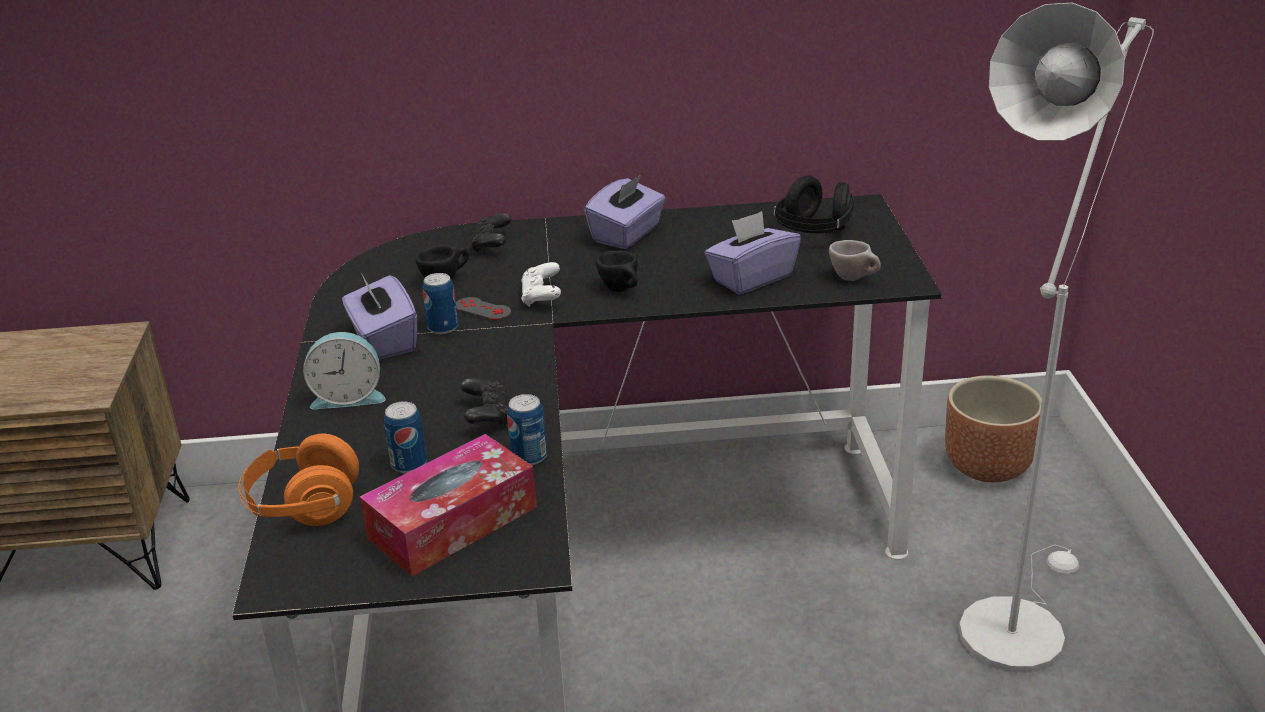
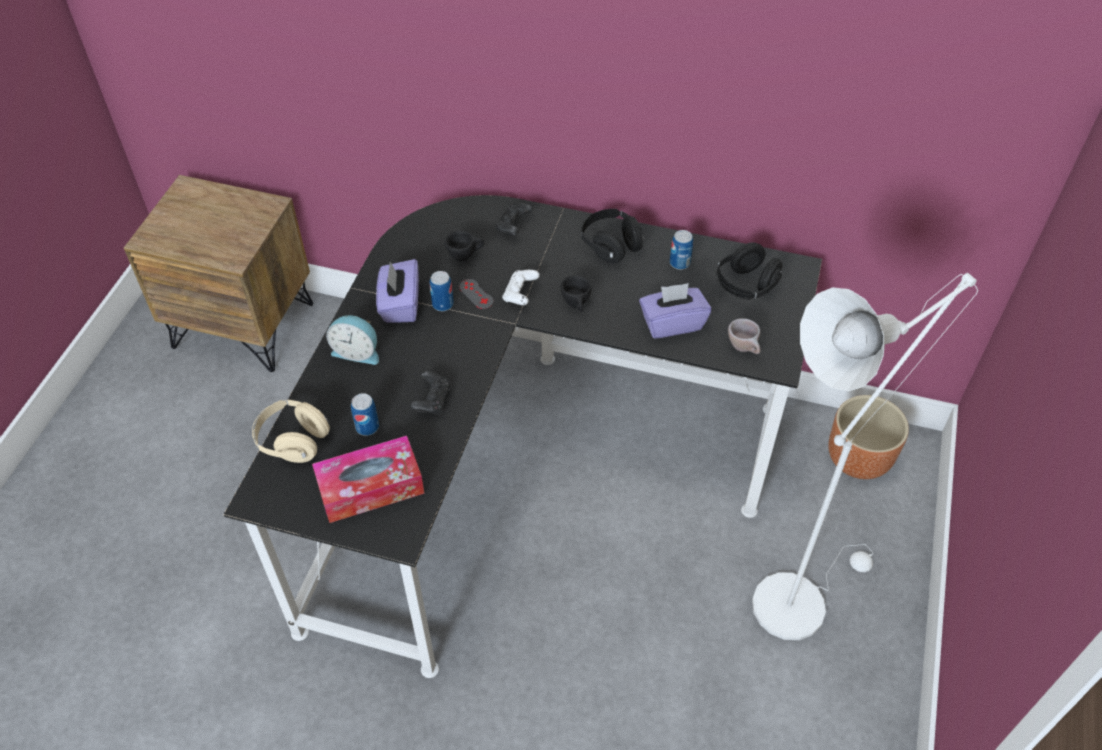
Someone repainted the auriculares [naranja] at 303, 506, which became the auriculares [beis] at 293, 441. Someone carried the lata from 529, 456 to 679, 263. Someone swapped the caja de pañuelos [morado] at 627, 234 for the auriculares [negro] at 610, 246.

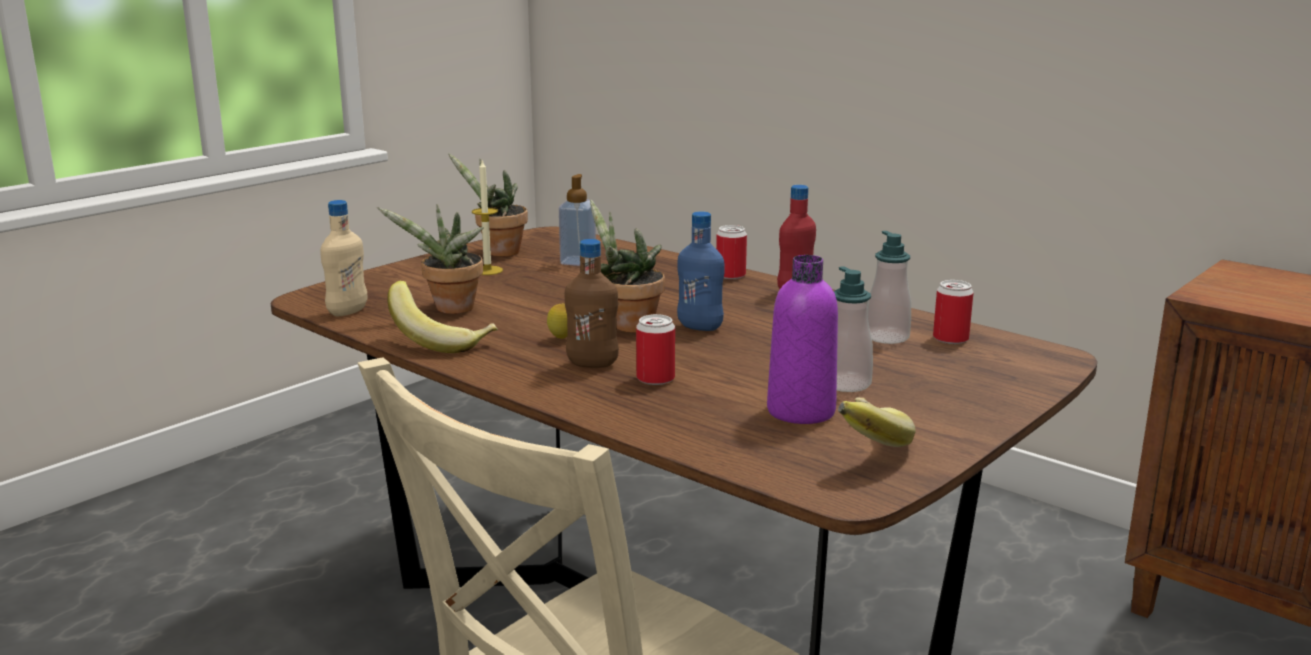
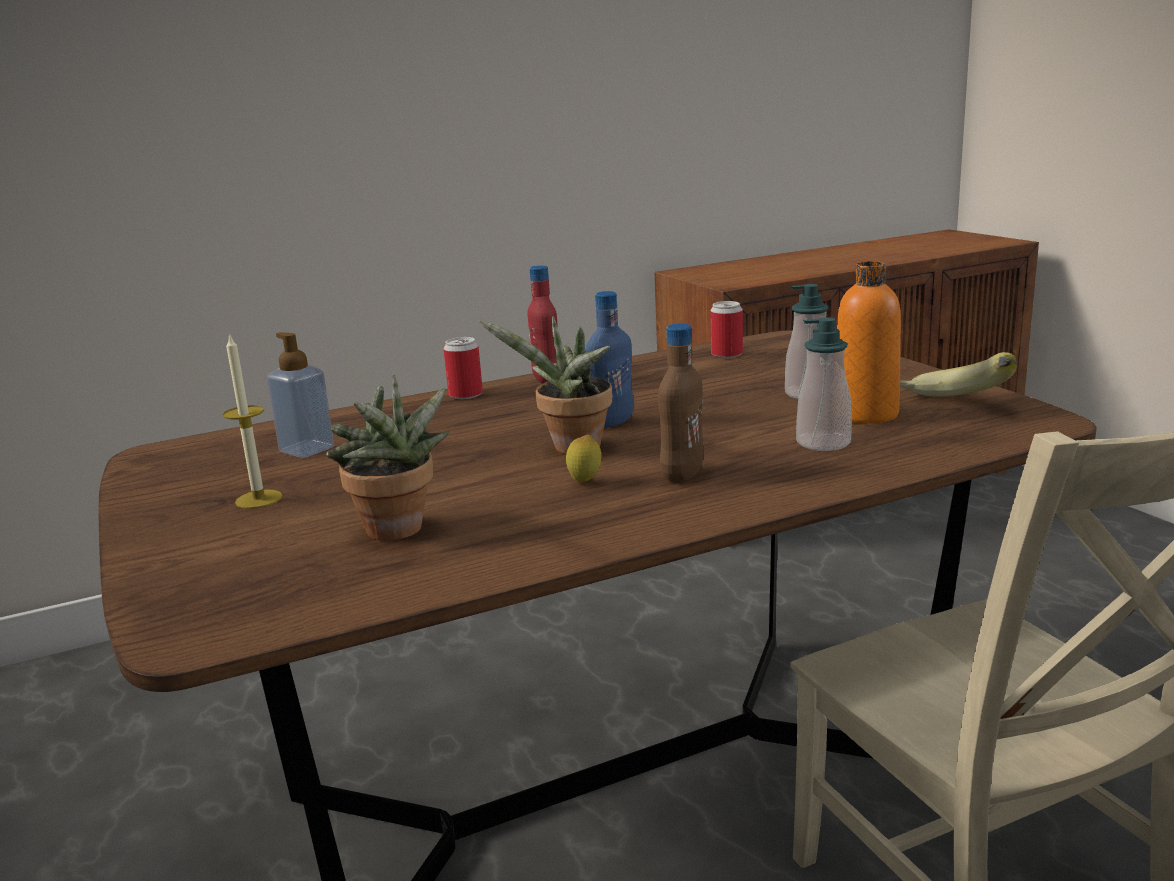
Someone took away the botella [beis] at 347, 311. Someone took away the plátano at 443, 342. Someone took away the planta en maceta at 497, 252. Someone took away the lata at 655, 379. Someone repainted the botella [morado] at 801, 411, which became the botella [naranja] at 865, 414. Someone carried the dispensador de jabón from 886, 337 to 823, 443.

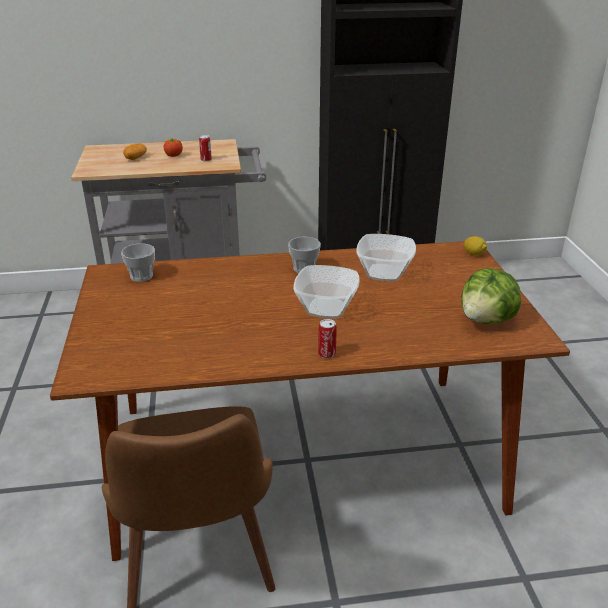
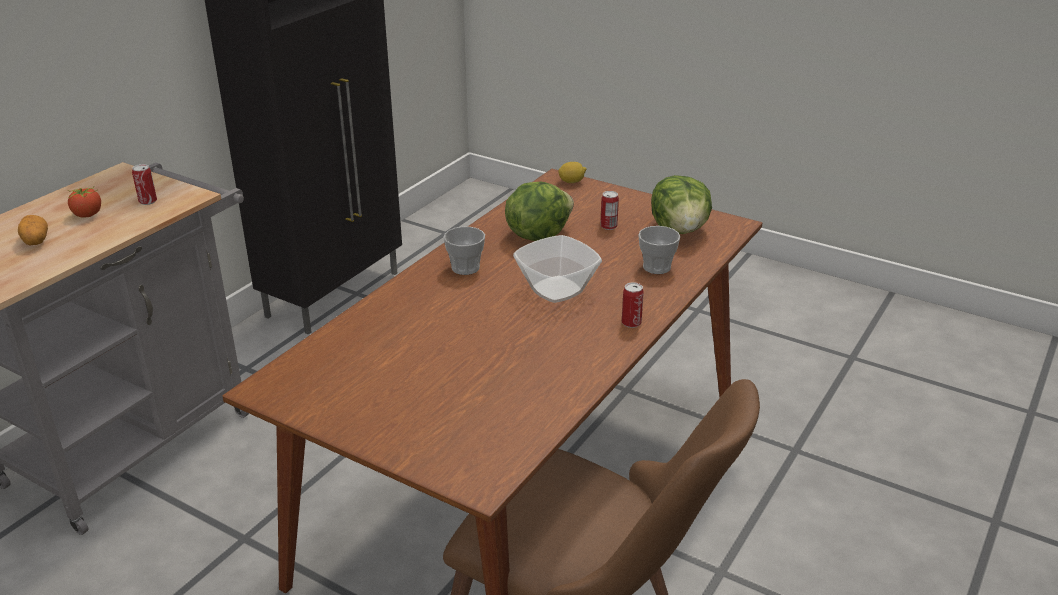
Someone carried the taza from 141, 276 to 656, 267. Someone swapped the cuenco at 383, 273 for the lechuga at 537, 234. Someone put down the lata at 608, 226.

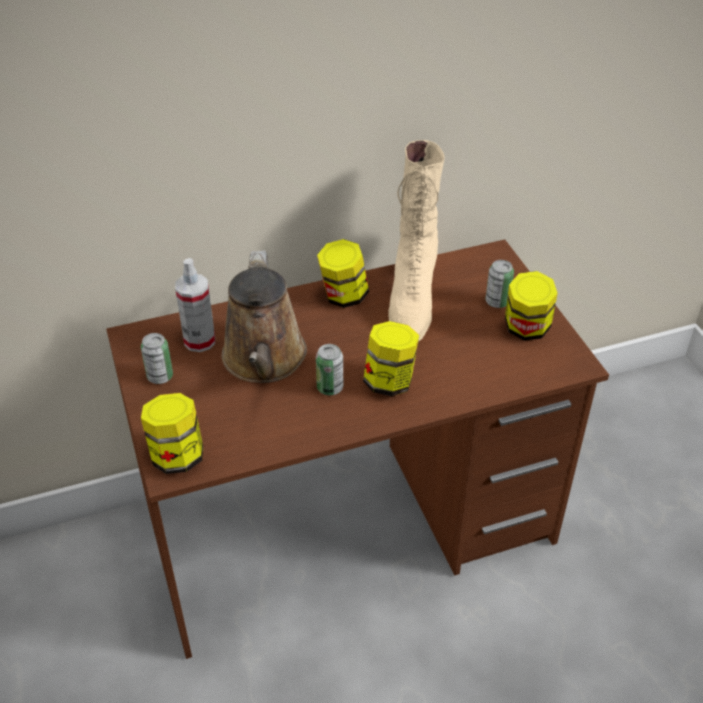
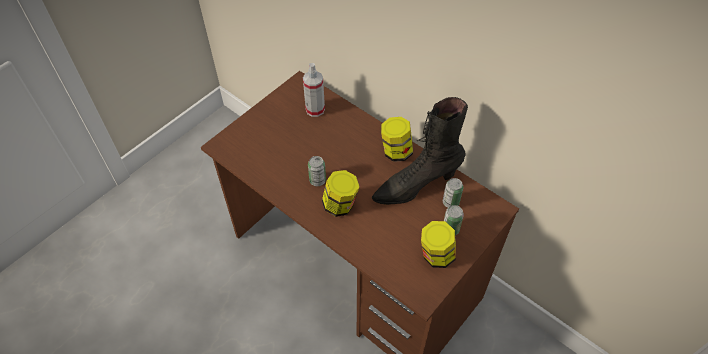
Someone carried the lata from 160, 376 to 450, 202. Someone took away the tarro at 177, 456. Someone took away the regadera [marrón] at 264, 360. Someone repainted the bota [beis] at 411, 302, which became the bota [negro] at 416, 186.

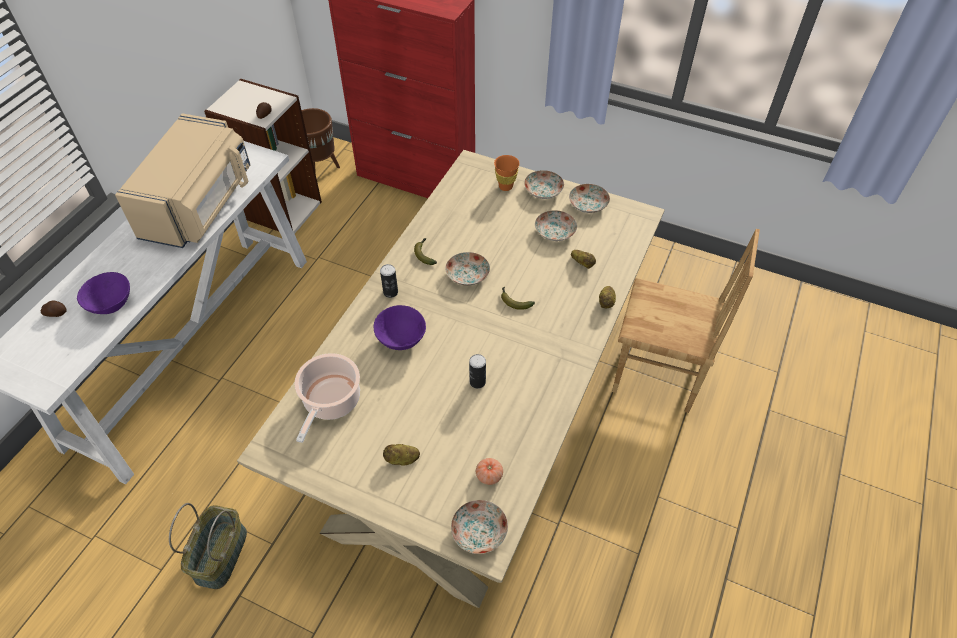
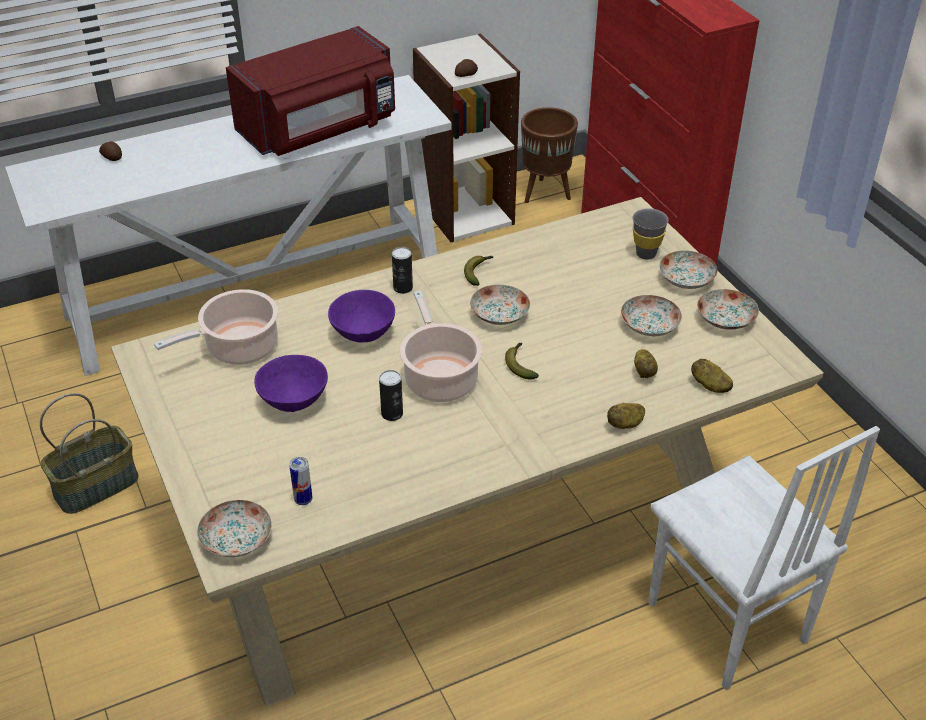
Someone carried the cuenco [morado] from 111, 305 to 293, 401. Someone repainted the microondas [beis] at 200, 206, which became the microondas [rojo] at 320, 129. Someone carried the patata from 402, 459 to 709, 385. Someone swapped the tomate at 489, 476 for the lata at 303, 500. Someone repainted the taza [naranja] at 505, 186, which became the taza [gris] at 646, 254. Someone repainted the silla [marrón] at 656, 377, which became the silla [blanco] at 725, 624. Someone put down the olla at 439, 378.

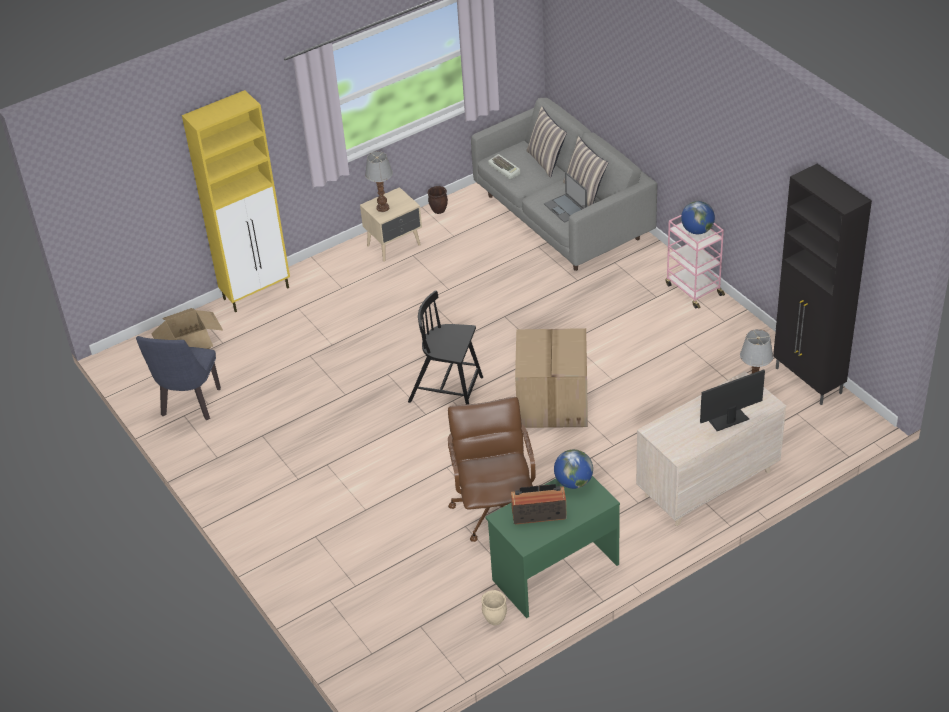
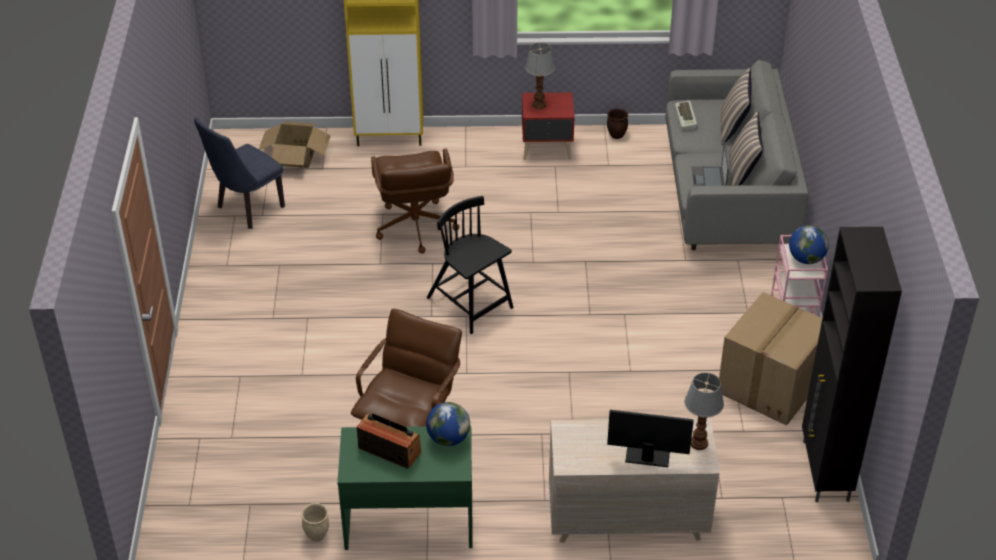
Someone repainted the mesita de noche [beis] at 395, 245, which became the mesita de noche [rojo] at 547, 150. Someone carried the caja de cartón from 553, 403 to 770, 386. Someone put down the silla de oficina [marrón] at 415, 227.

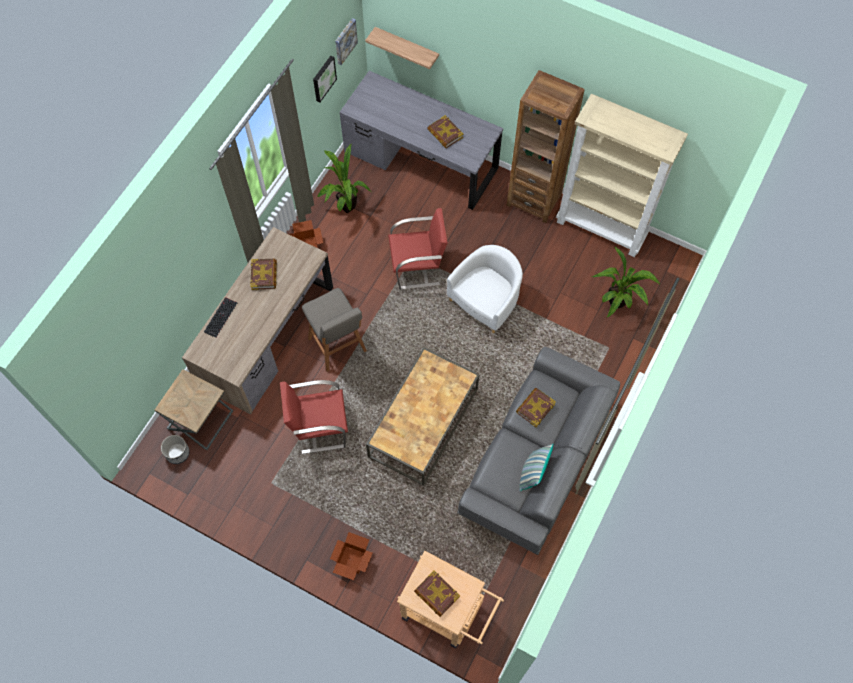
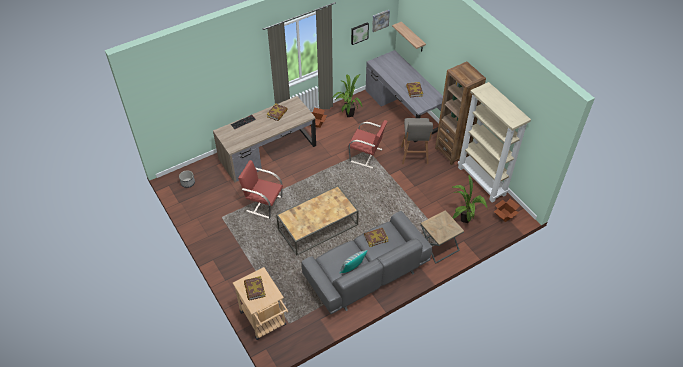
Someone carried the mesa auxiliar [marrón] from 200, 419 to 438, 246. Someone carried the taburete [gris] from 338, 346 to 414, 156. Someone carried the caja de cartón from 351, 560 to 504, 215. Someone took away the sillón [blanco] at 486, 301.

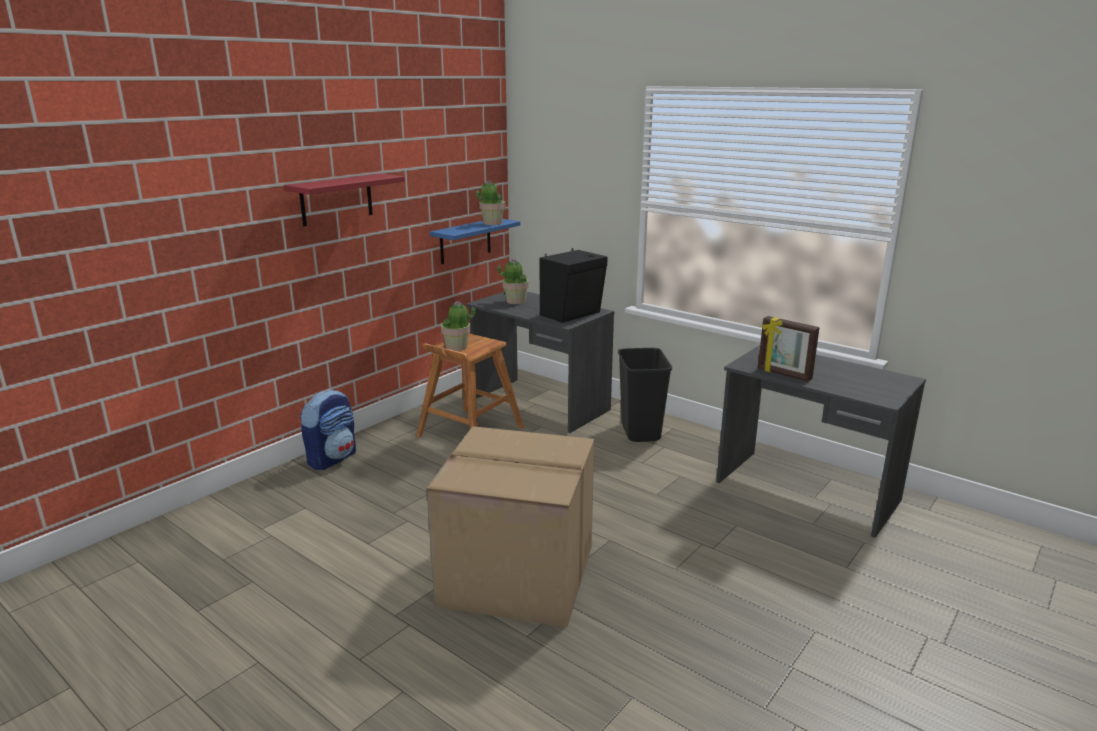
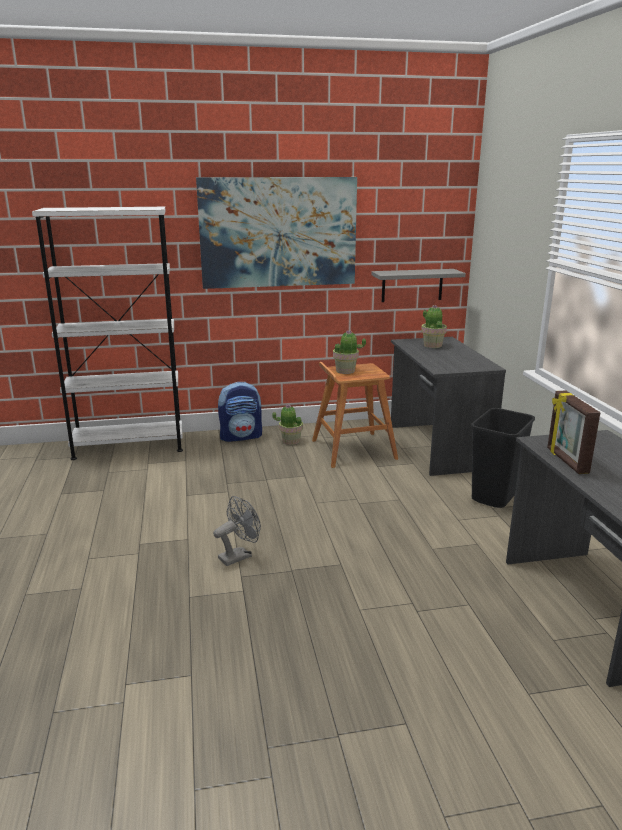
Someone swapped the estante [rojo] at 336, 199 for the cuadro at 278, 232. Someone swapped the caja de cartón at 515, 575 for the ventilador [gris] at 239, 556. Someone repainted the estante [azul] at 465, 241, which became the estante [gris] at 412, 285. Someone carried the planta en maceta from 492, 223 to 290, 441. Someone took away the altavoz [negro] at 573, 314. Someone put down the estantería [blanco] at 129, 446.

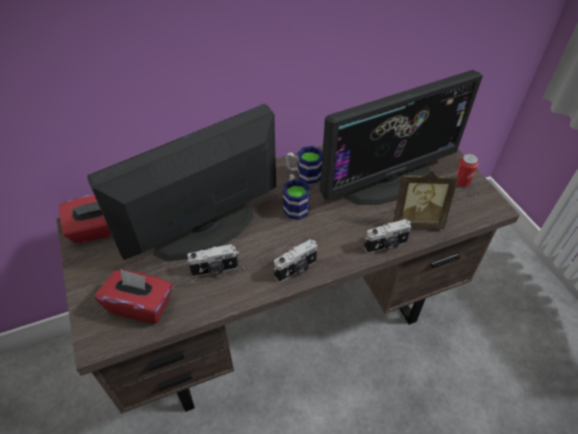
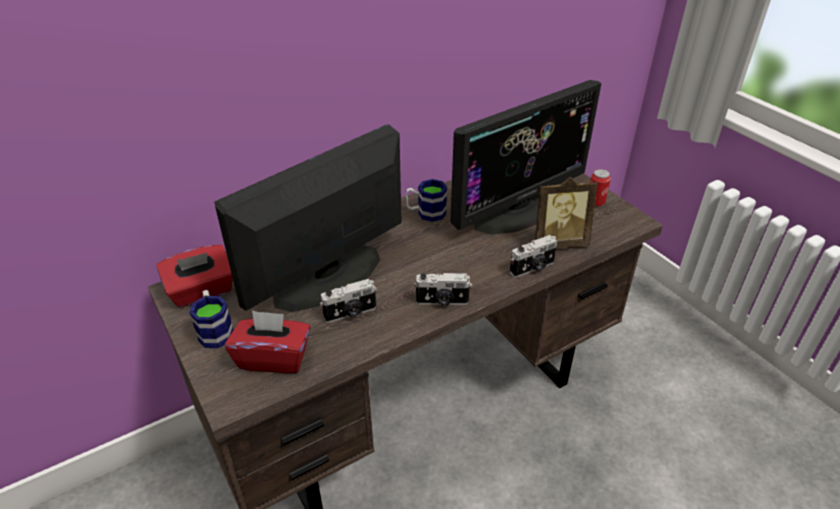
Someone rotated the cámara at 296, 269 by 45 degrees clockwise. Someone carried the taza grande from 295, 205 to 215, 330.

